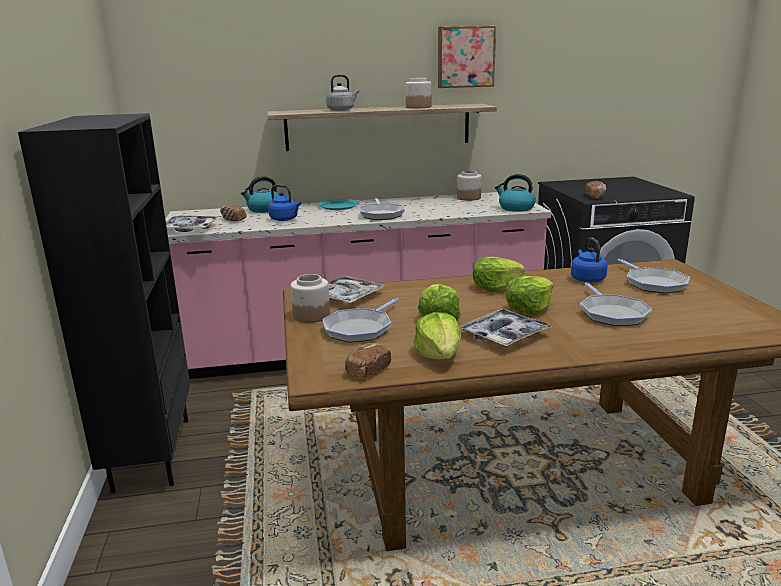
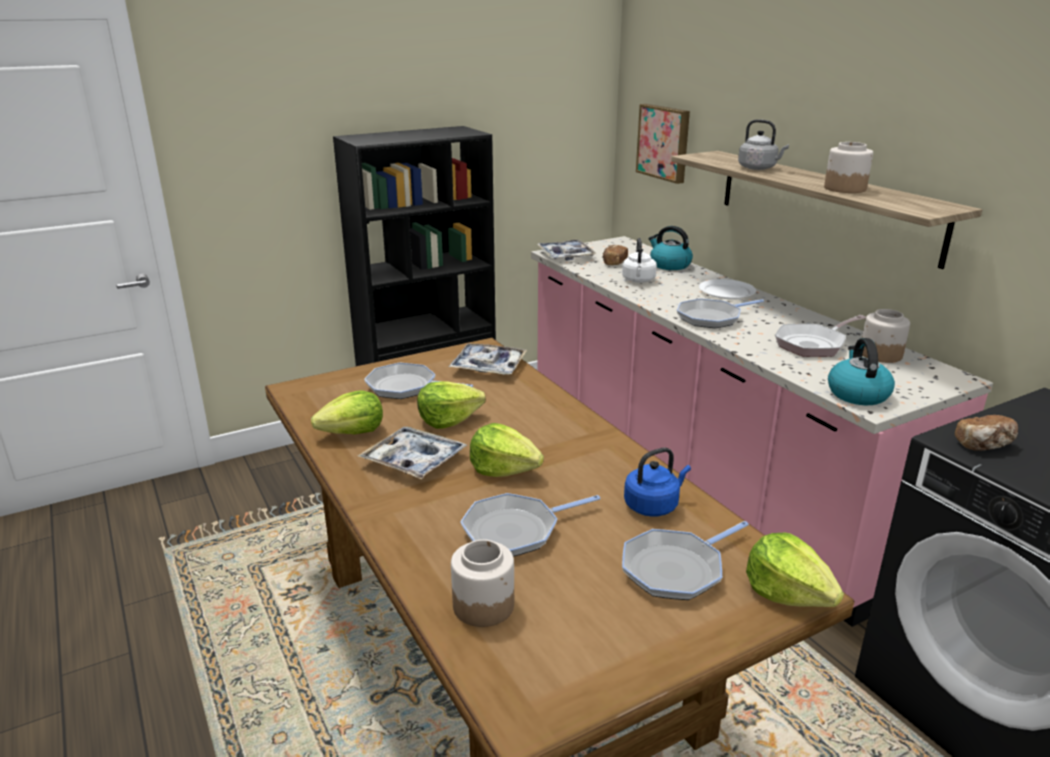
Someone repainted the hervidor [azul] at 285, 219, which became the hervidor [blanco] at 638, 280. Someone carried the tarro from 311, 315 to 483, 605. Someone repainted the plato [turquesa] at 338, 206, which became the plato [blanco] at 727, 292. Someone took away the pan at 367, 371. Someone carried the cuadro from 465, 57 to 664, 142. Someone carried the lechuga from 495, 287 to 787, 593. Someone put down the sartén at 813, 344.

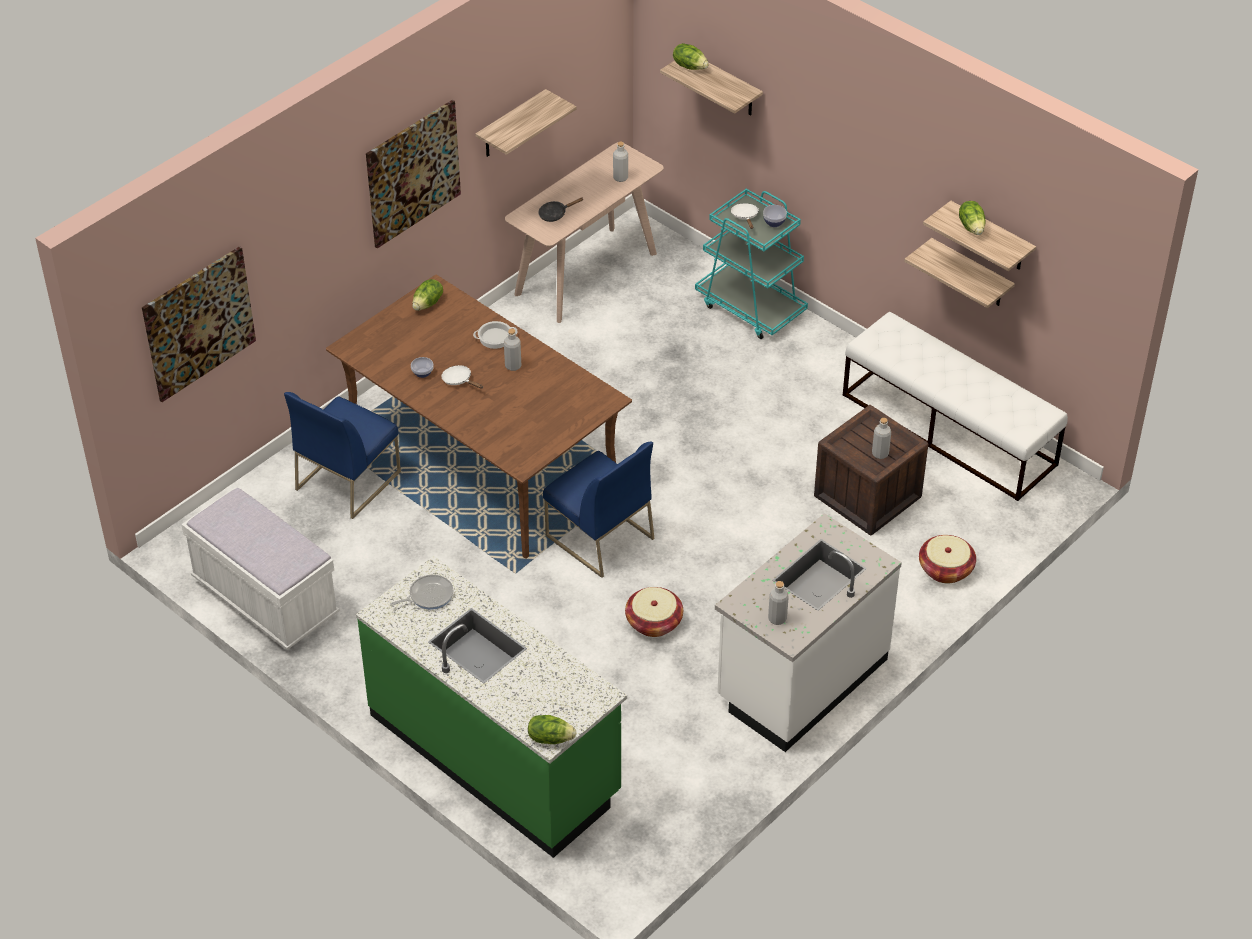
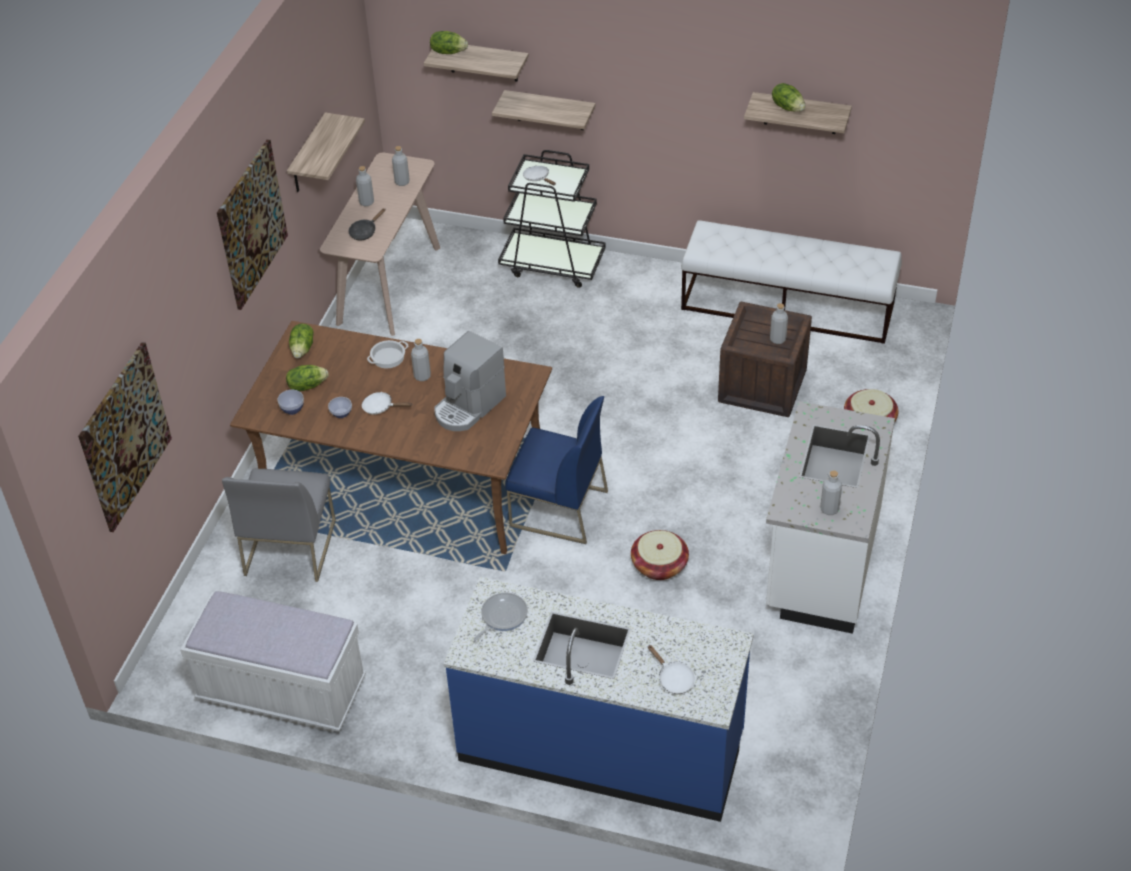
Someone repainted the silla [azul] at 348, 480, which became the silla [gris] at 289, 547. Someone repainted the mueble bajo de cocina [verde] at 495, 754, which became the mueble bajo de cocina [azul] at 601, 747. Someone carried the lechuga from 550, 738 to 307, 386. Someone repainted the carrito [turquesa] at 751, 307, which became the carrito [negro] at 553, 264. Someone carried the cuenco from 774, 223 to 292, 409. Someone carried the estante from 971, 274 to 550, 110. Someone put down the botella [gris] at 366, 202. Someone put down the cafetera at 468, 407. Someone put down the sartén [blanco] at 673, 679.

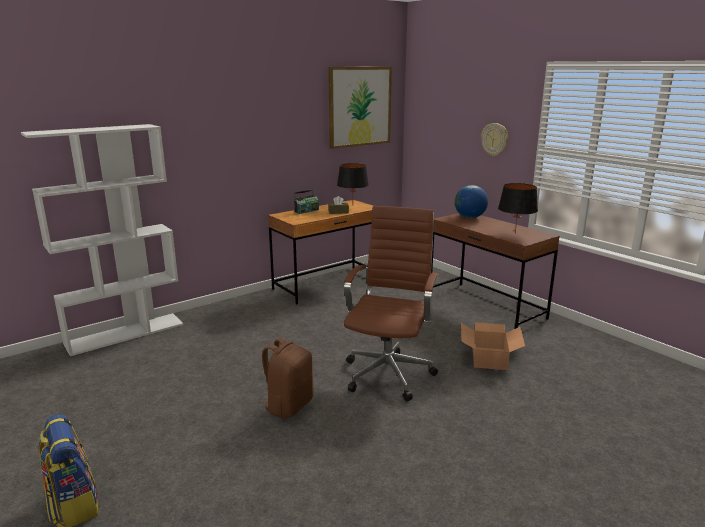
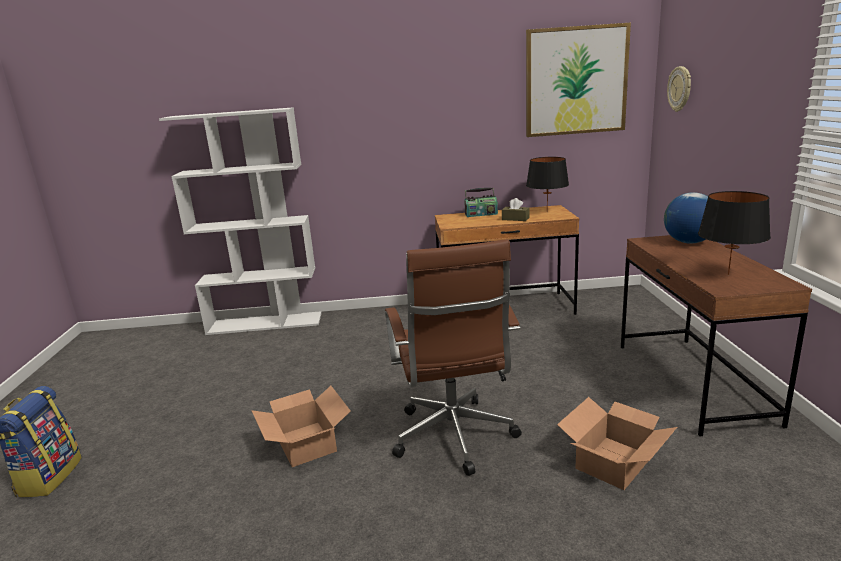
Someone swapped the mochila [marrón] at 288, 405 for the caja de cartón at 306, 443. Someone rotated the silla de oficina [marrón] at 389, 372 by 120 degrees clockwise. Someone carried the reloj de pared from 495, 139 to 680, 89.

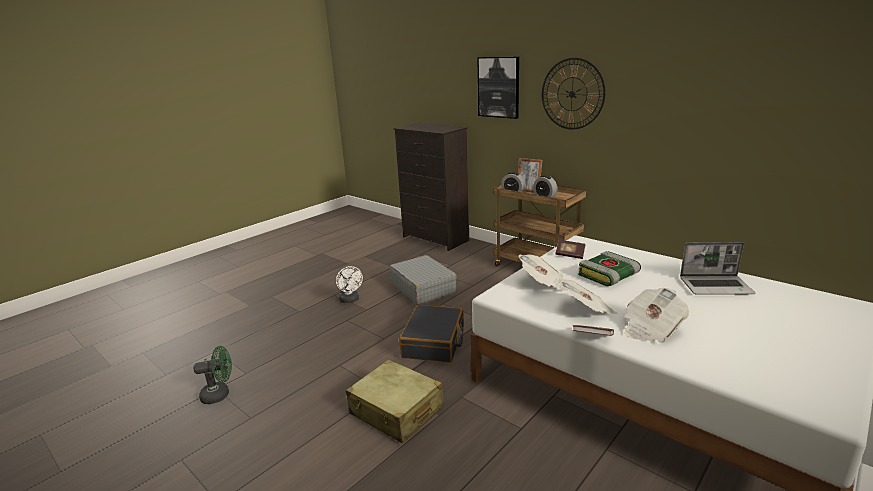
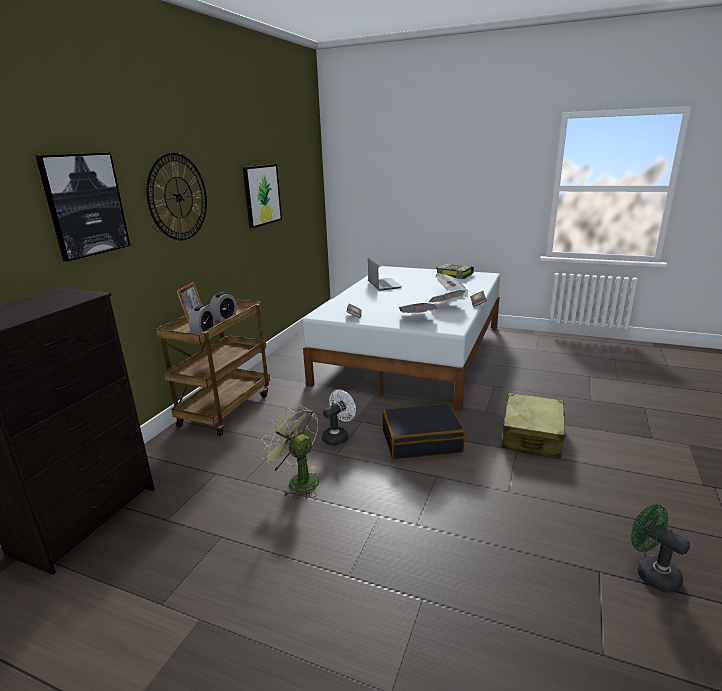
Someone carried the ventilador [blanco] from 350, 300 to 338, 436. Someone swapped the maleta [gris] at 423, 288 for the ventilador [verde] at 297, 481. Someone carried the libro from 608, 275 to 455, 275. Someone put up the cuadro at 262, 195.

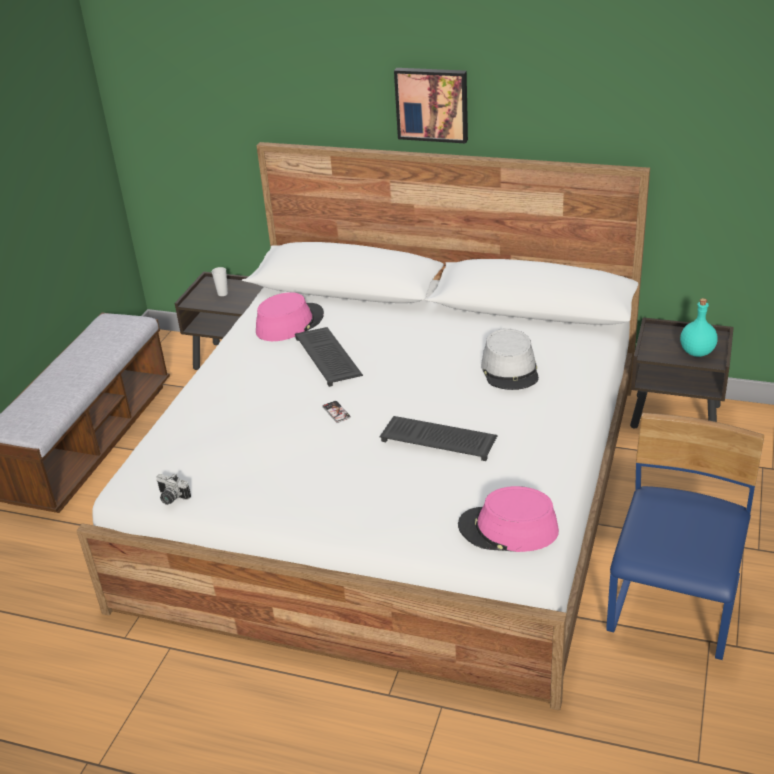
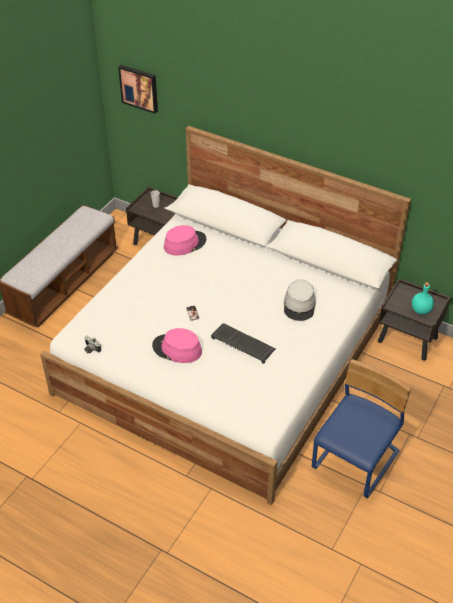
Someone took away the teclado at 329, 357. Someone carried the cuadro from 432, 104 to 139, 88. Someone carried the sombrero [rosa] from 508, 529 to 177, 349.

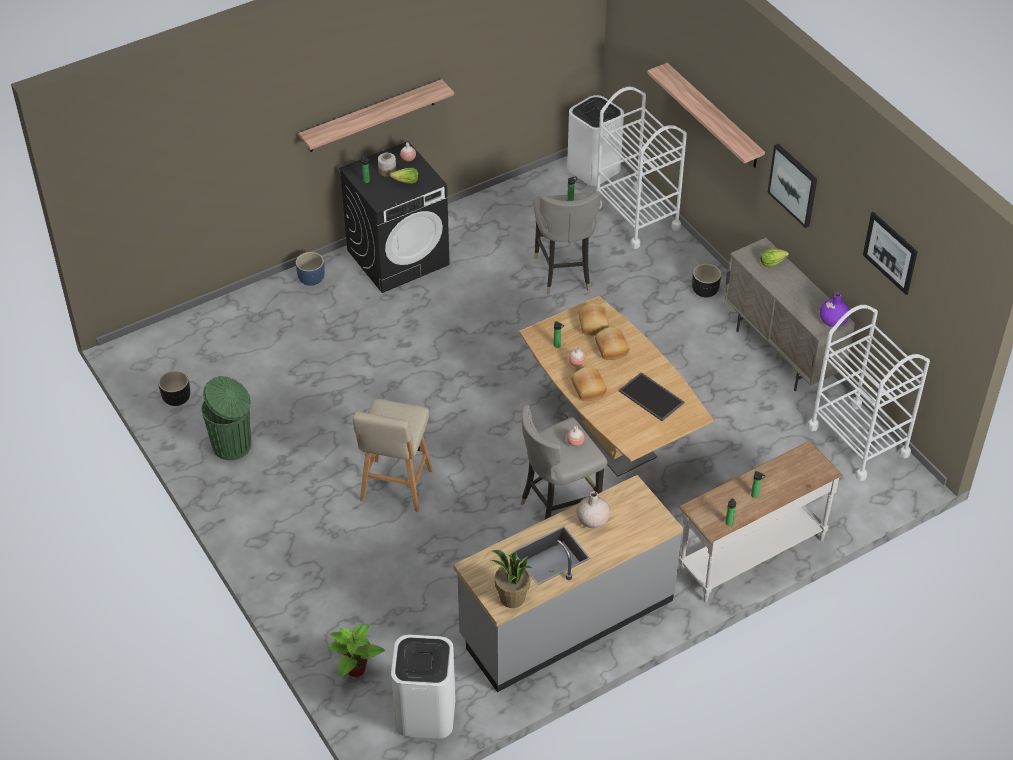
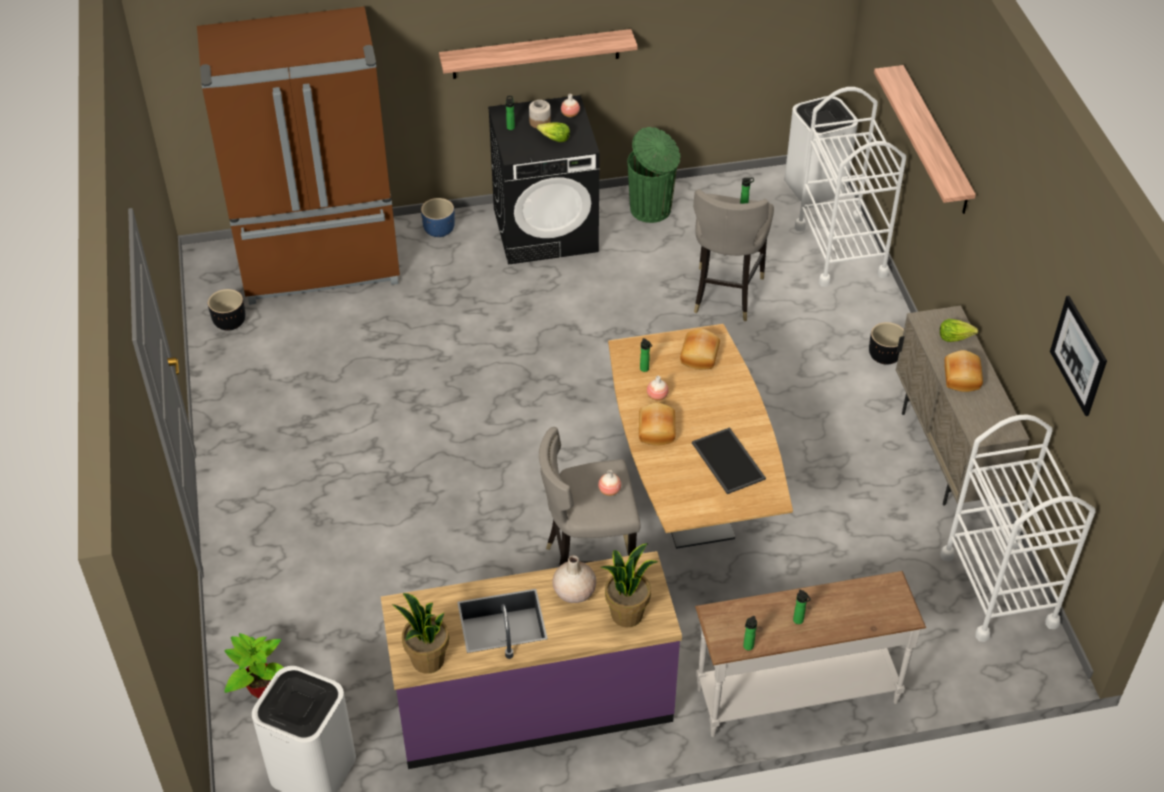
Someone carried the papelera [verde] from 233, 445 to 652, 209. Someone took away the taburete [beis] at 395, 487. Someone repainted the mueble bajo de cocina [gris] at 566, 618, which became the mueble bajo de cocina [morado] at 533, 703. Someone carried the pan from 610, 349 to 960, 377. Someone took away the cuadro at 793, 185. Someone took away the florero [morado] at 832, 320. Someone put down the nevera [marrón] at 320, 264. Someone put down the planta en maceta at 627, 614.

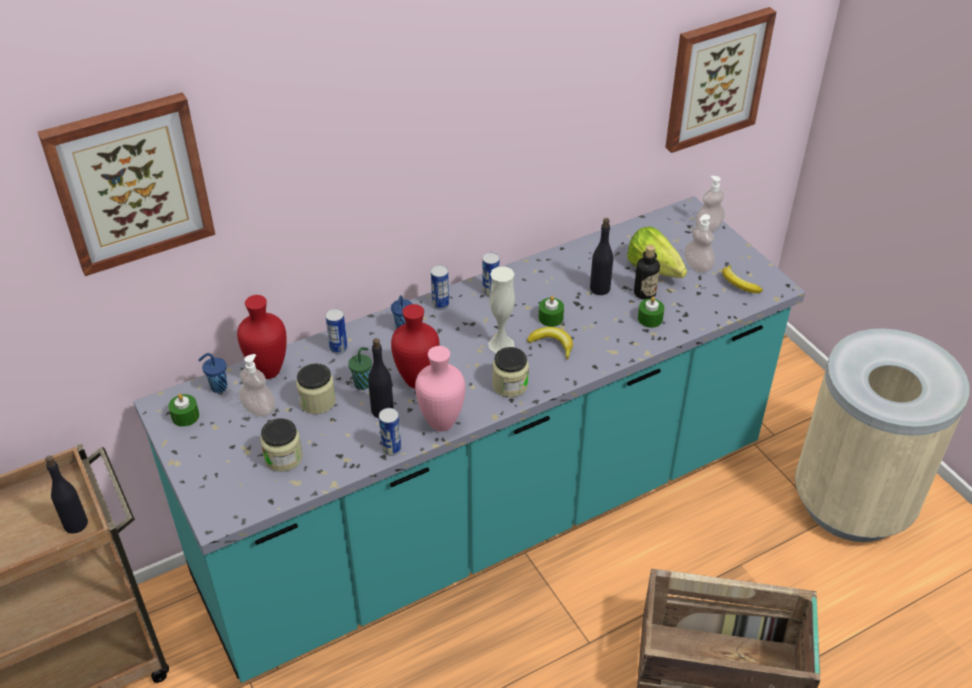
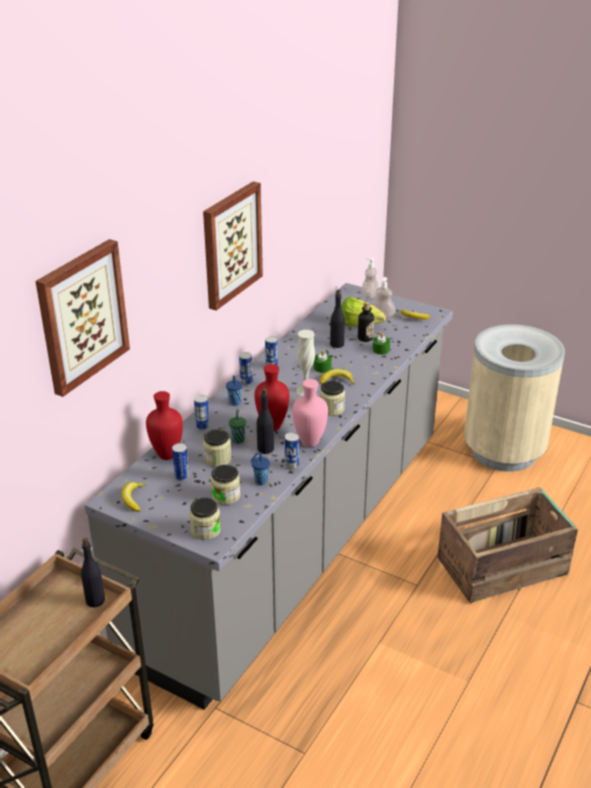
Someone repainted the mueble bajo de cocina [turquesa] at 486, 516, which became the mueble bajo de cocina [gris] at 295, 543. Someone swapped the vela [verde] at 185, 416 for the plátano at 133, 499. Someone carried the taza [azul] from 218, 387 to 260, 481. Someone swapped the dispensador de jabón at 259, 409 for the lata at 182, 477. Someone carried the cuadro from 716, 78 to 231, 244. Someone put down the tarro at 205, 530.

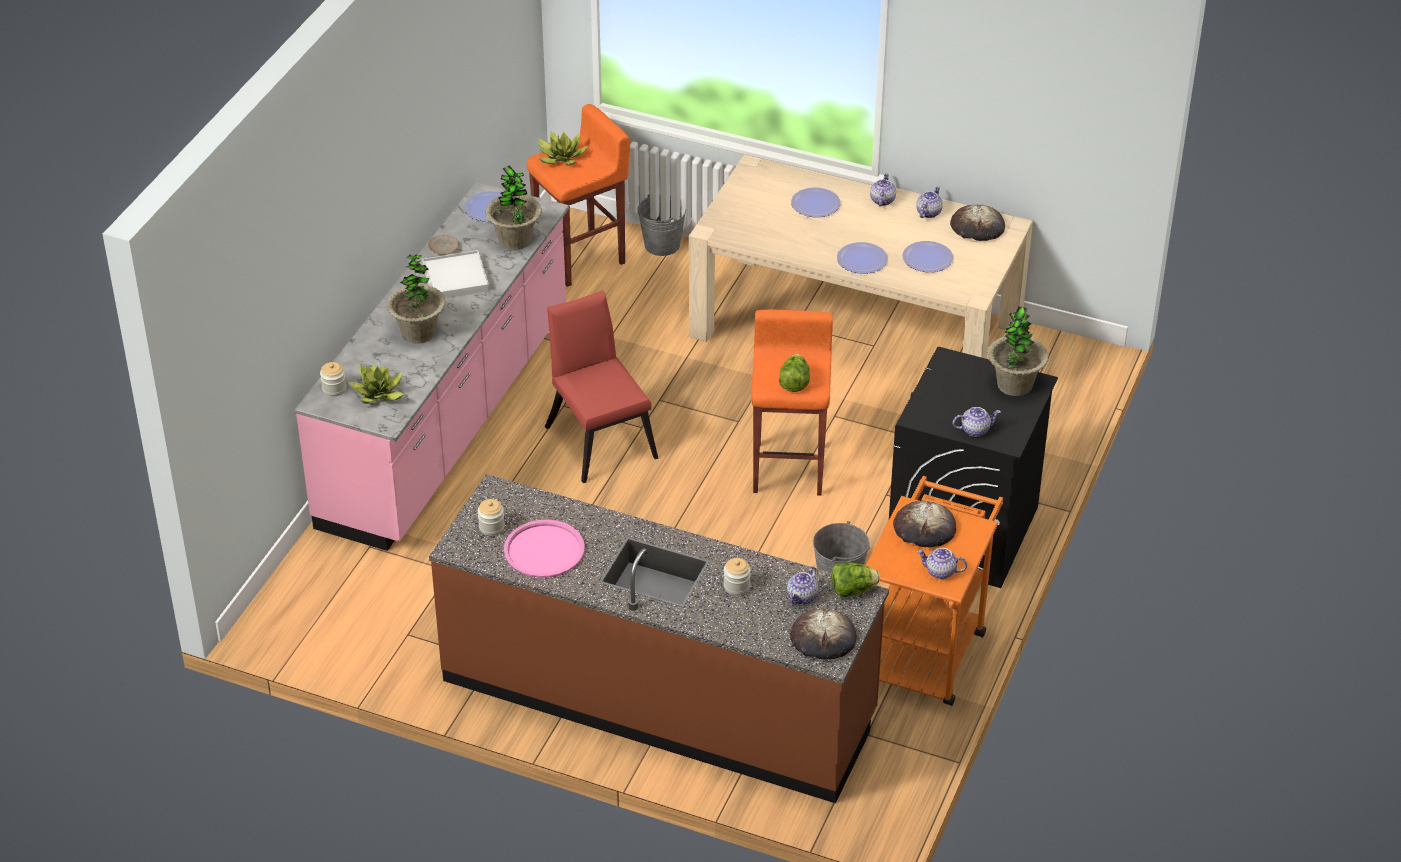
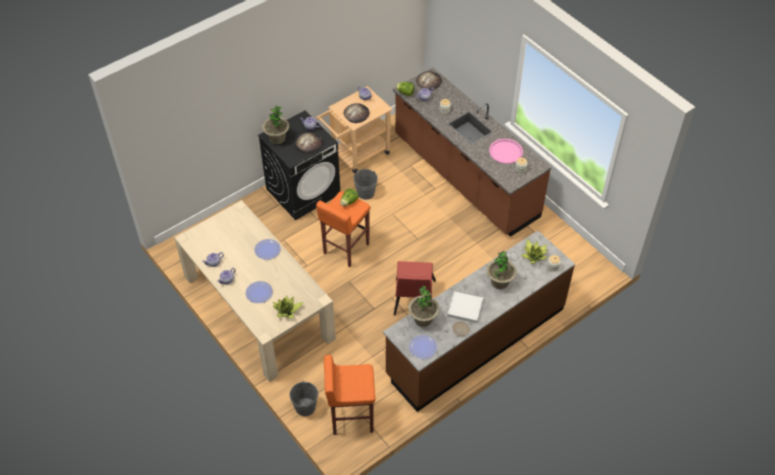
Someone repainted the mueble bajo de cocina [rosa] at 448, 421, which became the mueble bajo de cocina [marrón] at 475, 341. Someone carried the planta en maceta from 560, 157 to 287, 310. Someone repainted the carrito [naranja] at 926, 647, which became the carrito [beis] at 356, 154. Someone took away the plato at 927, 258. Someone carried the pan from 977, 227 to 309, 143.

